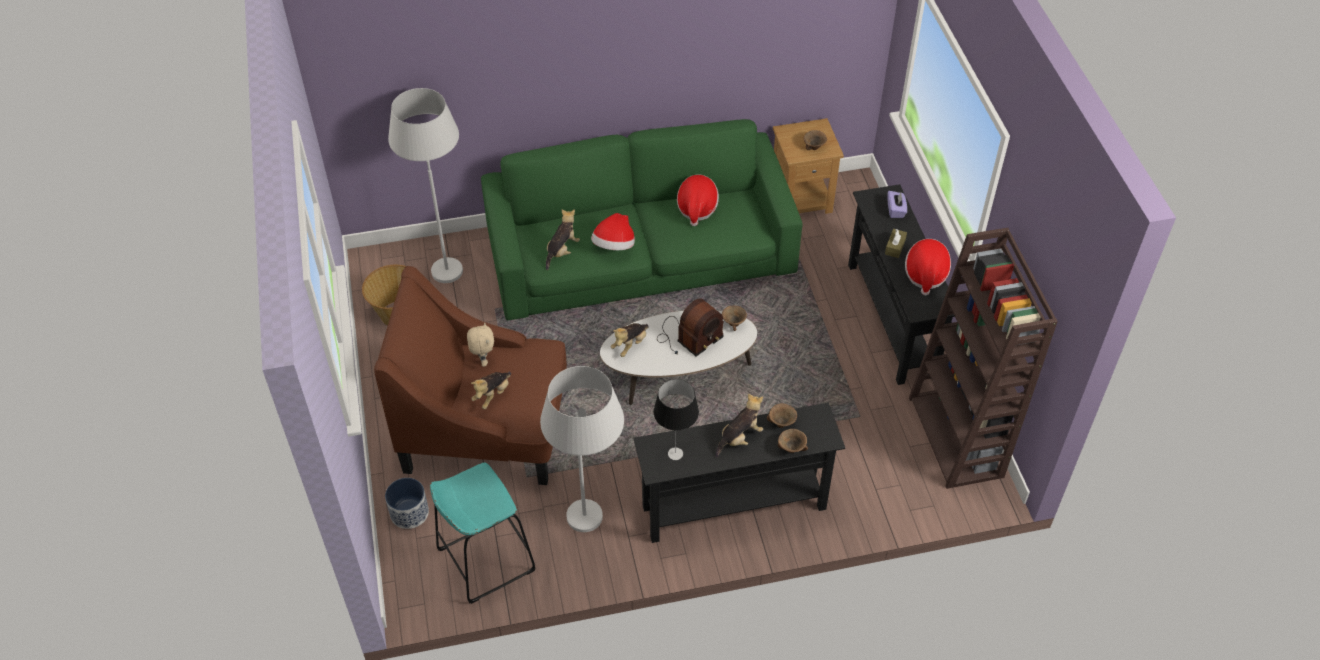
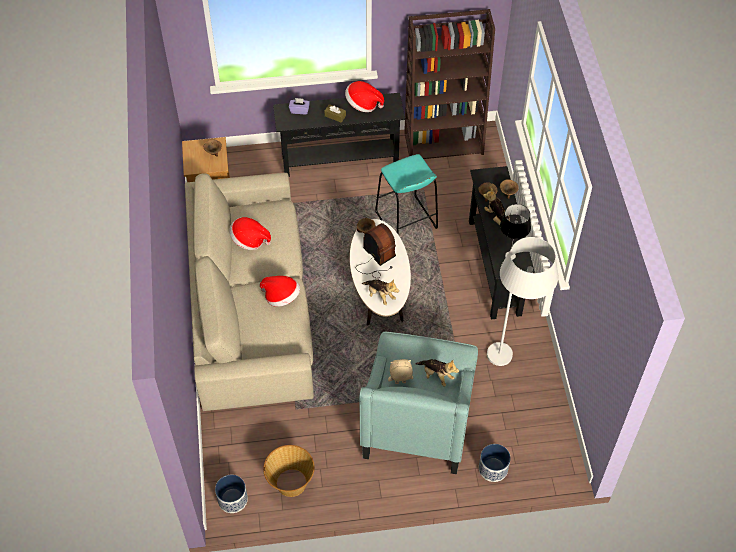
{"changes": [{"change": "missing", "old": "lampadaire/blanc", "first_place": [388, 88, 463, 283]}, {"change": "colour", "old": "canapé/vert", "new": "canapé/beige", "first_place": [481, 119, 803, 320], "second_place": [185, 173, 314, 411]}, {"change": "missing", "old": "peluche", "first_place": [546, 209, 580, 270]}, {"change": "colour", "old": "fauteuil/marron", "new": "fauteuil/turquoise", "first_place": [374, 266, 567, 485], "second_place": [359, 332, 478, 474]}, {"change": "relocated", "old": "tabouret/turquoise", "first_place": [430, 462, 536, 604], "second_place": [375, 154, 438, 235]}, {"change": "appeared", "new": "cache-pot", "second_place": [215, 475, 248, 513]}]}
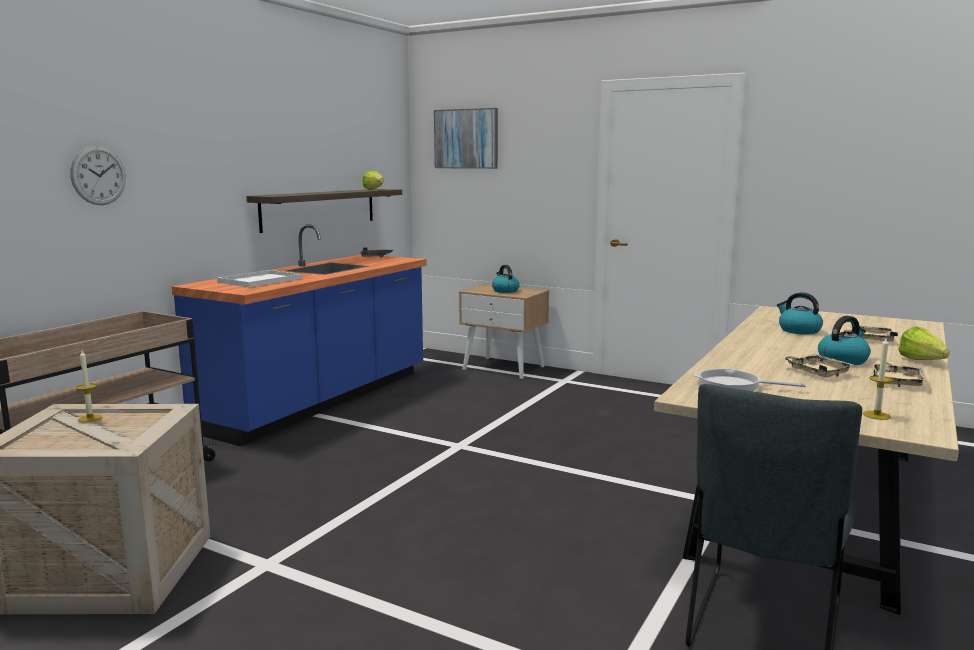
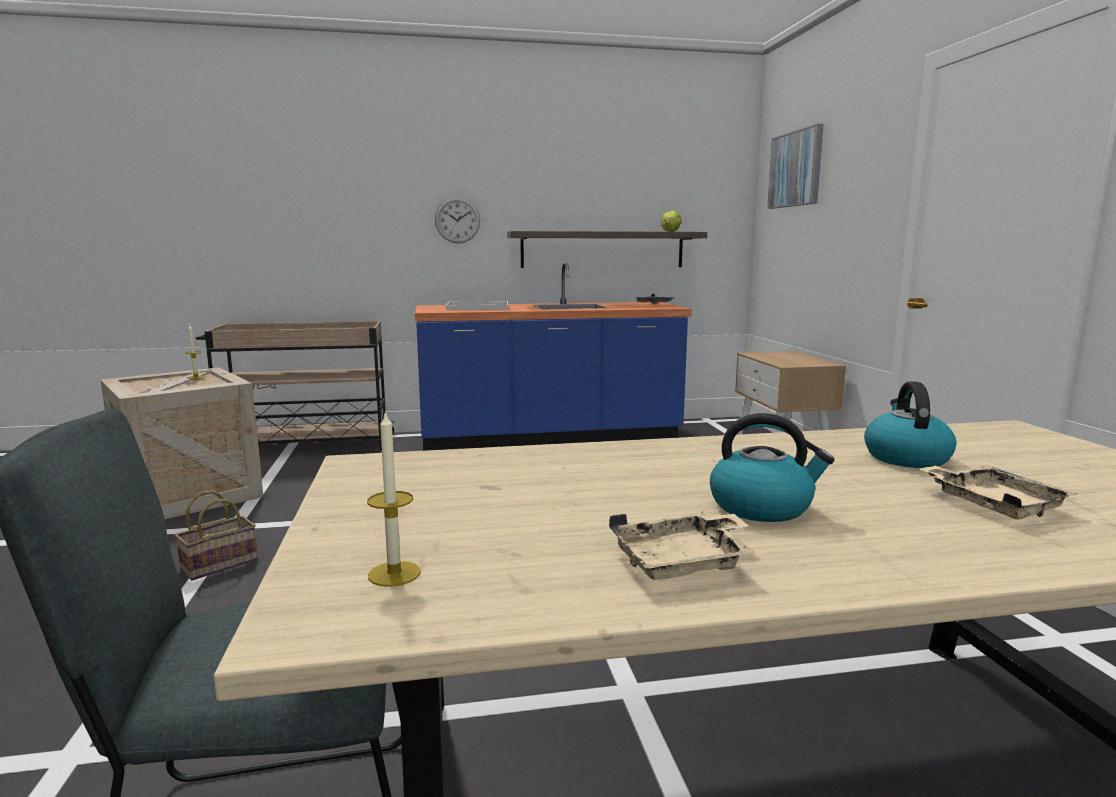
{"changes": [{"change": "relocated", "old": "horloge murale", "first_place": [70, 146, 126, 205], "second_place": [435, 197, 480, 244]}, {"change": "missing", "old": "bouilloire", "first_place": [492, 265, 520, 293]}, {"change": "missing", "old": "laitue", "first_place": [898, 326, 950, 360]}, {"change": "missing", "old": "plateau/beige", "first_place": [780, 354, 854, 378]}, {"change": "missing", "old": "poêle", "first_place": [694, 368, 806, 391]}, {"change": "appeared", "new": "panier", "second_place": [174, 490, 258, 580]}]}
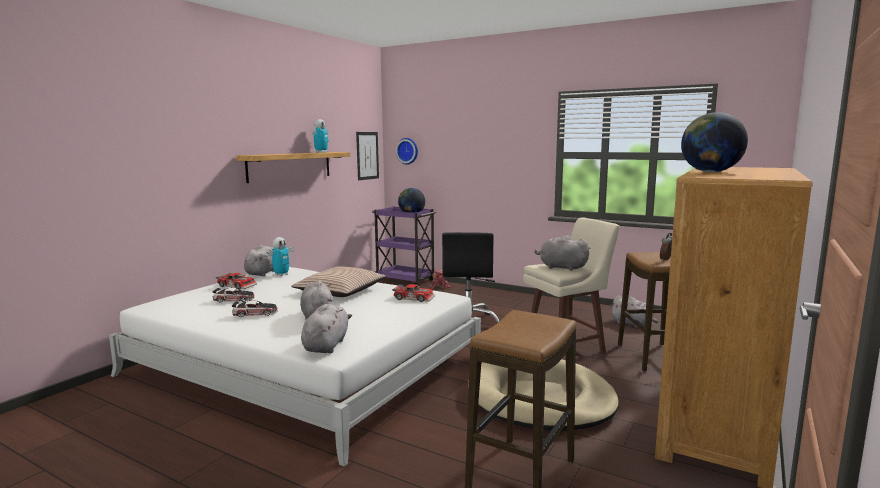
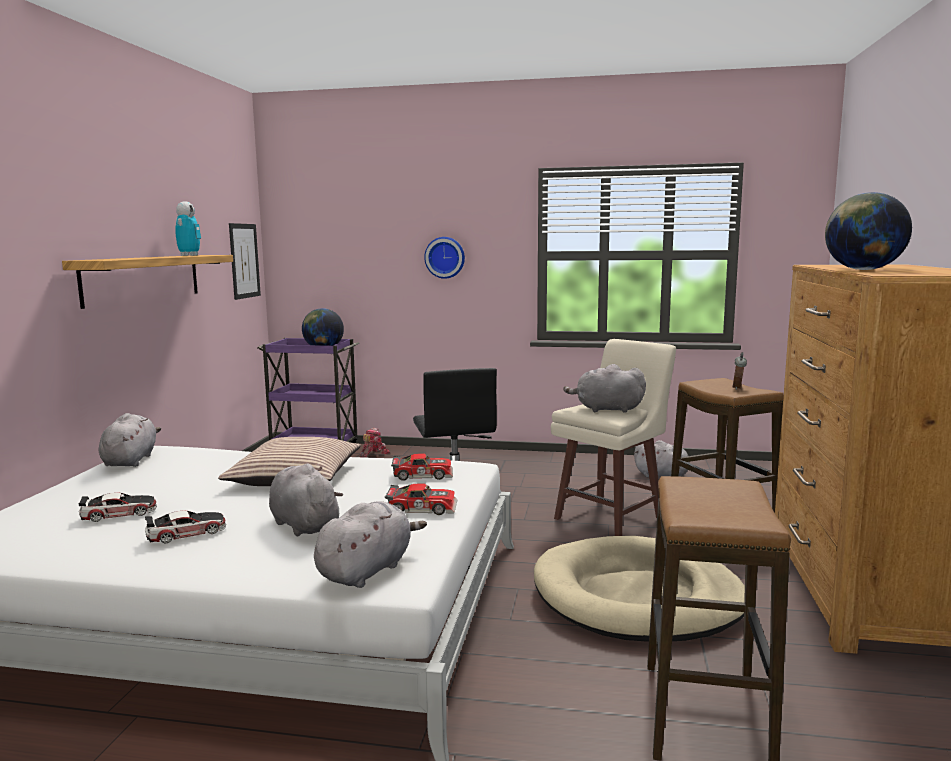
{"changes": [{"change": "relocated", "old": "horloge murale", "first_place": [396, 138, 418, 165], "second_place": [424, 237, 465, 279]}, {"change": "missing", "old": "robot jouet", "first_place": [265, 237, 294, 276]}, {"change": "relocated", "old": "petite voiture", "first_place": [216, 273, 257, 289], "second_place": [385, 483, 457, 515]}, {"change": "spun", "old": "peluche/gris", "first_place": [301, 304, 352, 353], "second_place": [314, 501, 427, 588], "degrees": 45}]}
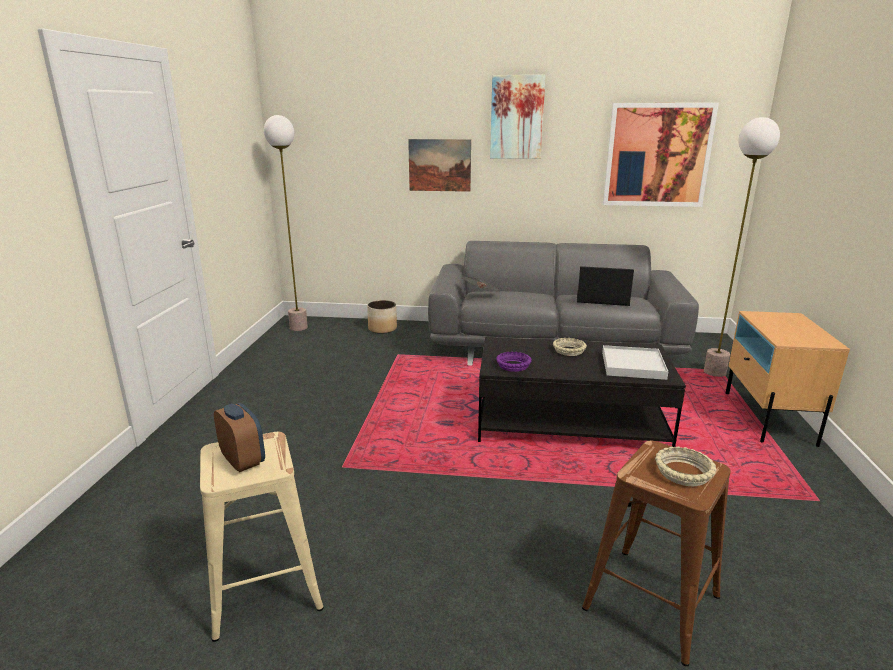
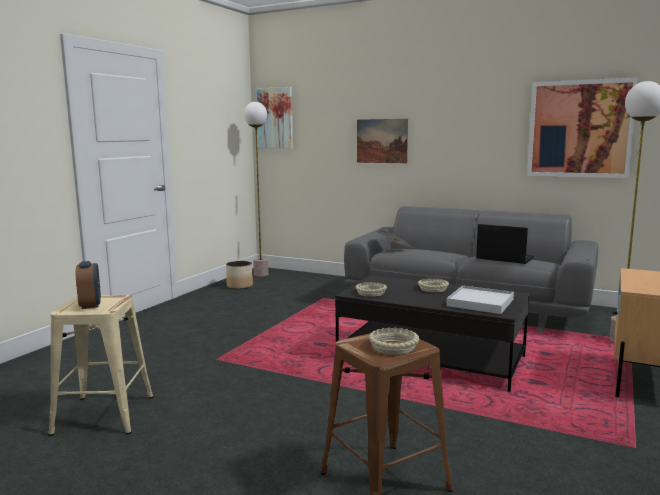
{"changes": [{"change": "relocated", "old": "tableau", "first_place": [490, 75, 546, 159], "second_place": [256, 87, 293, 149]}, {"change": "relocated", "old": "cache-pot", "first_place": [367, 300, 397, 334], "second_place": [226, 261, 253, 289]}, {"change": "colour", "old": "bol/violet", "new": "bol/beige", "first_place": [496, 352, 532, 372], "second_place": [355, 282, 387, 297]}]}
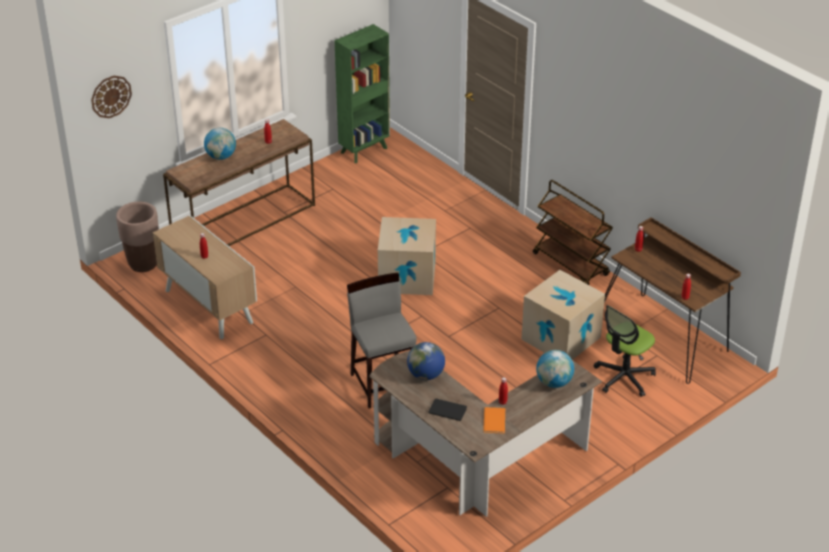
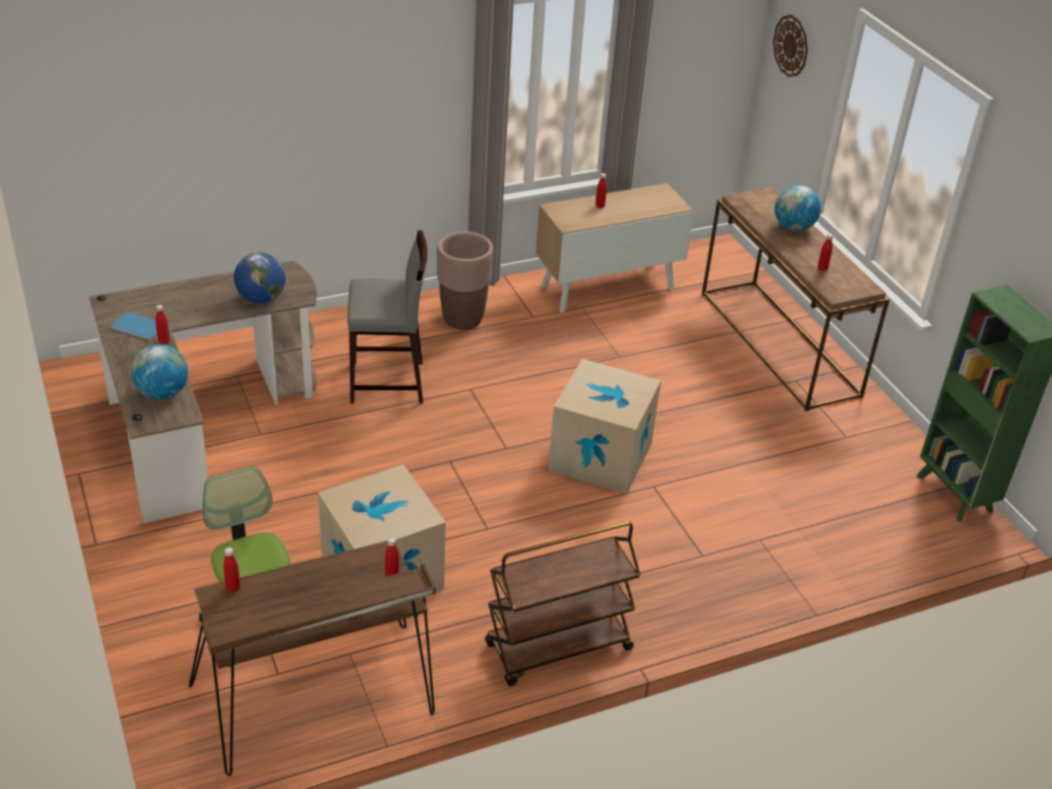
{"changes": [{"change": "relocated", "old": "cache-pot/marron", "first_place": [116, 202, 159, 272], "second_place": [437, 231, 493, 330]}, {"change": "missing", "old": "livre/noir", "first_place": [428, 399, 467, 421]}, {"change": "colour", "old": "livre/orange", "new": "livre/bleu", "first_place": [483, 407, 505, 434], "second_place": [111, 312, 157, 340]}]}
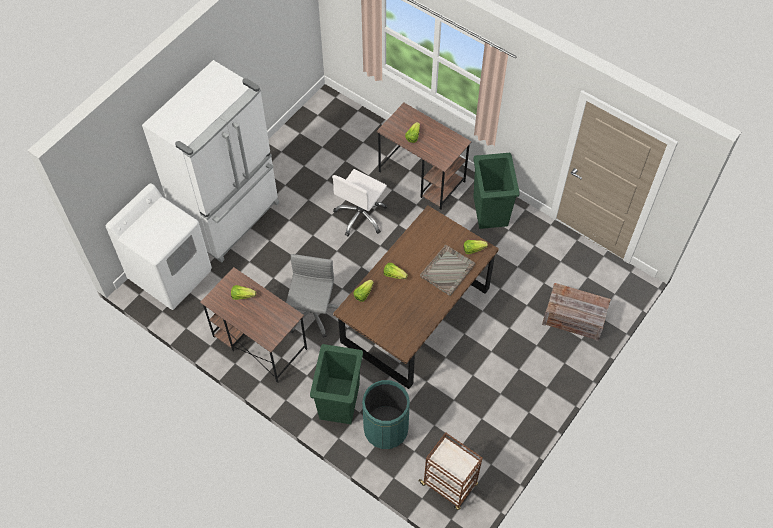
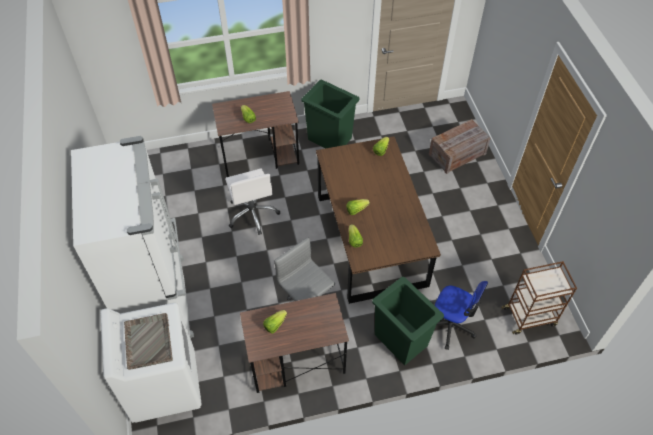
{"changes": [{"change": "relocated", "old": "plateau/gris", "first_place": [420, 245, 475, 296], "second_place": [124, 313, 173, 370]}, {"change": "exchanged", "old": "poubelle/vert", "new": "chaise de bureau", "first_place": [362, 380, 410, 449], "second_place": [435, 281, 488, 350]}]}
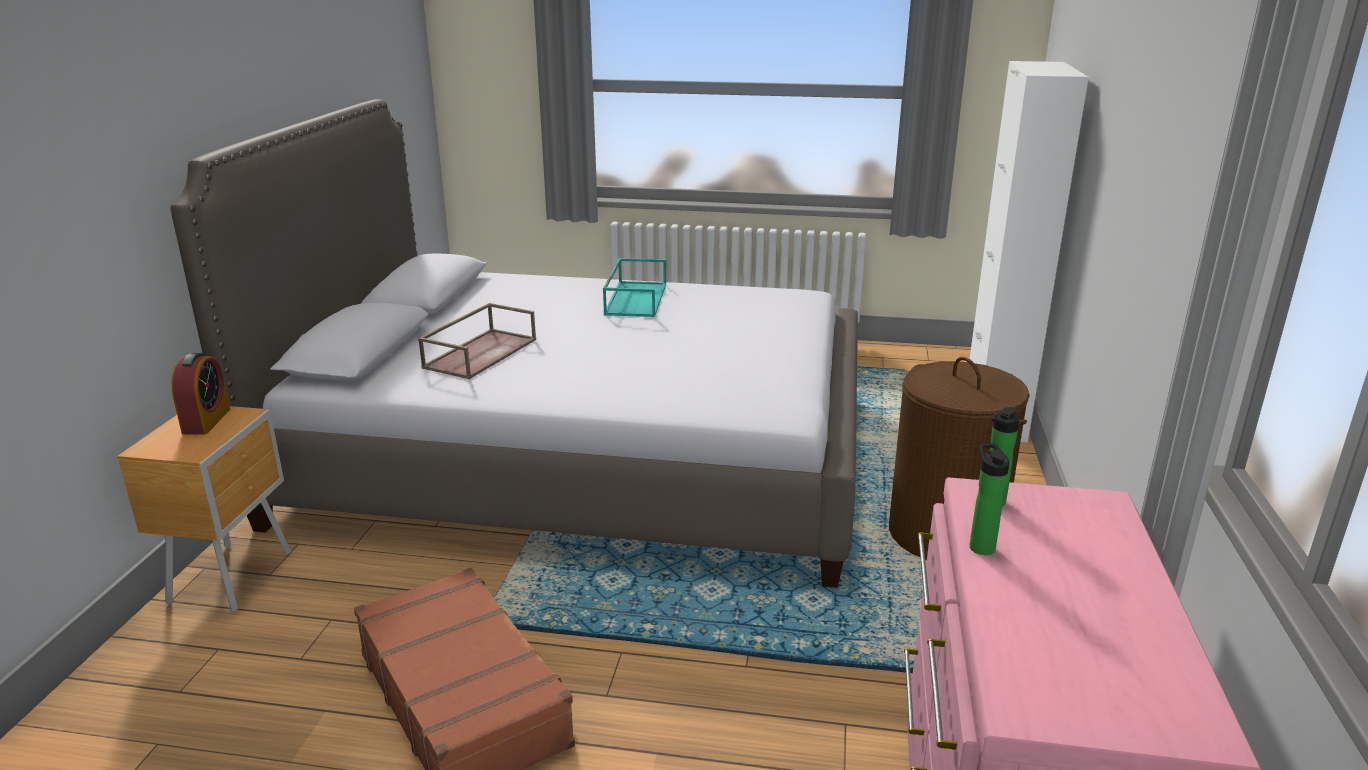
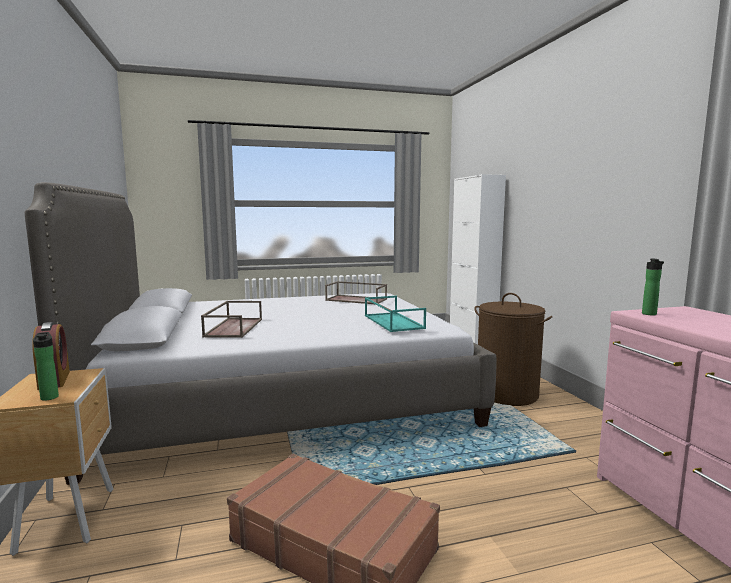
{"changes": [{"change": "relocated", "old": "plateau/turquoise", "first_place": [603, 258, 666, 317], "second_place": [365, 296, 426, 332]}, {"change": "relocated", "old": "bouteille", "first_place": [969, 444, 1010, 555], "second_place": [33, 332, 59, 401]}, {"change": "appeared", "new": "plateau/marron", "second_place": [325, 281, 387, 304]}]}
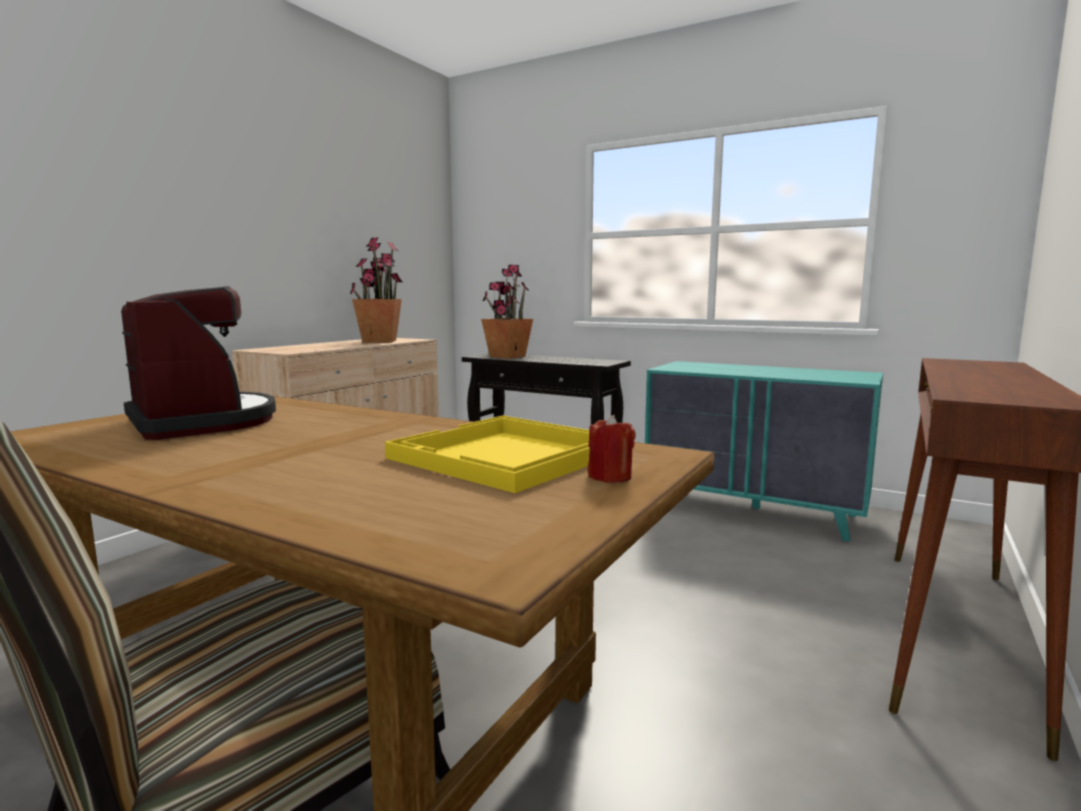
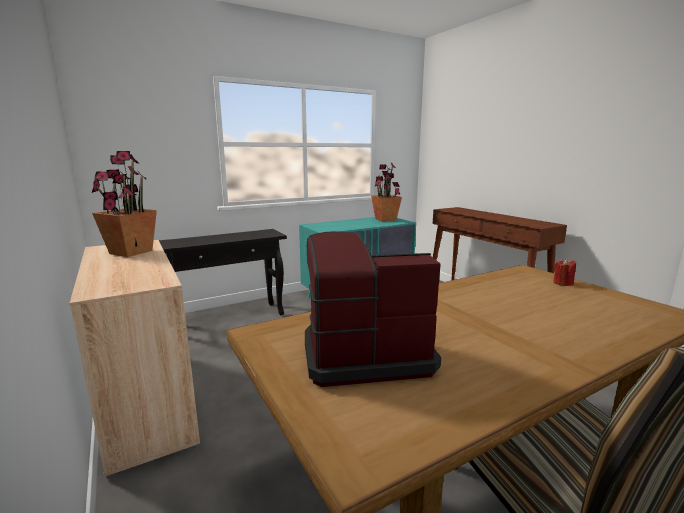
{"changes": [{"change": "relocated", "old": "plante en pot", "first_place": [481, 265, 533, 359], "second_place": [371, 163, 402, 221]}, {"change": "missing", "old": "plateau/jaune", "first_place": [385, 415, 590, 493]}]}
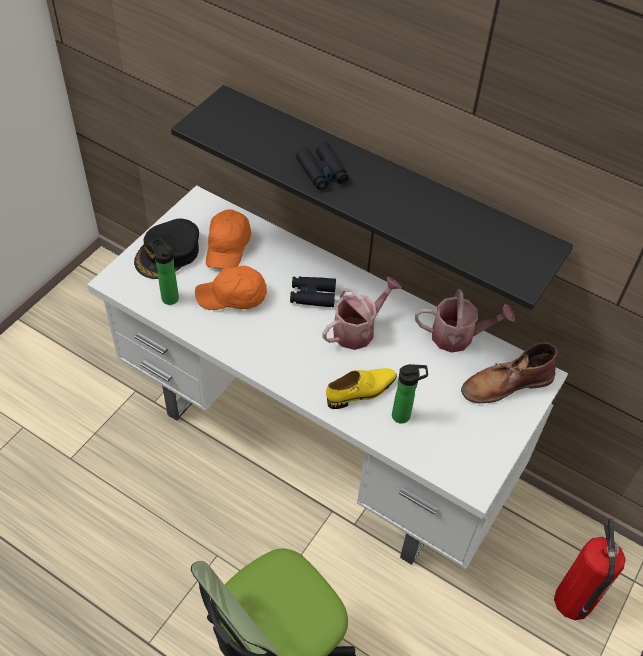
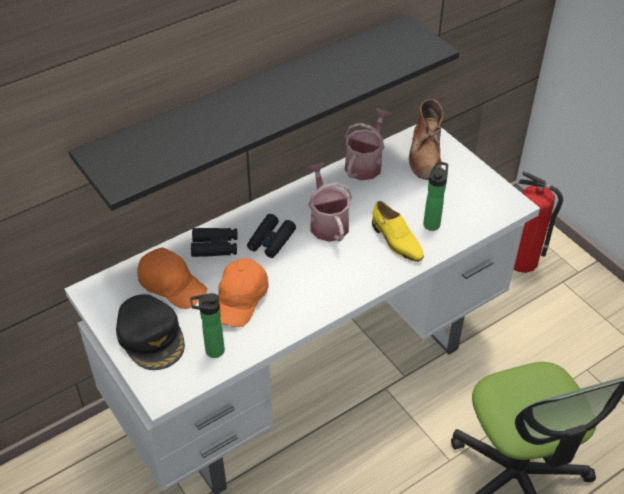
{"changes": [{"change": "relocated", "old": "jumelles/noir", "first_place": [296, 143, 349, 190], "second_place": [191, 228, 238, 257]}, {"change": "spun", "old": "chaussure/jaune", "first_place": [326, 368, 397, 409], "second_place": [372, 201, 424, 262], "degrees": 150}]}
